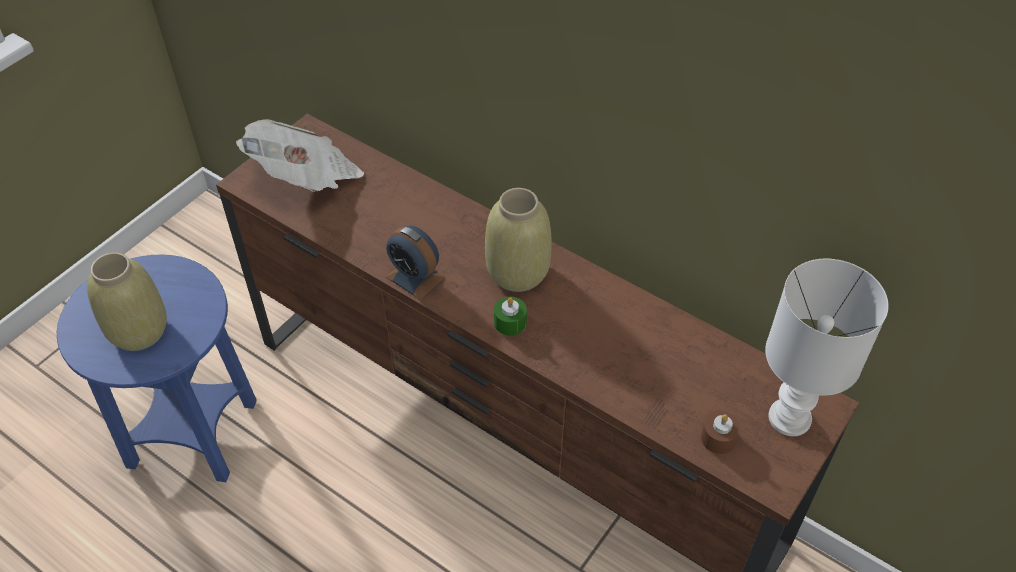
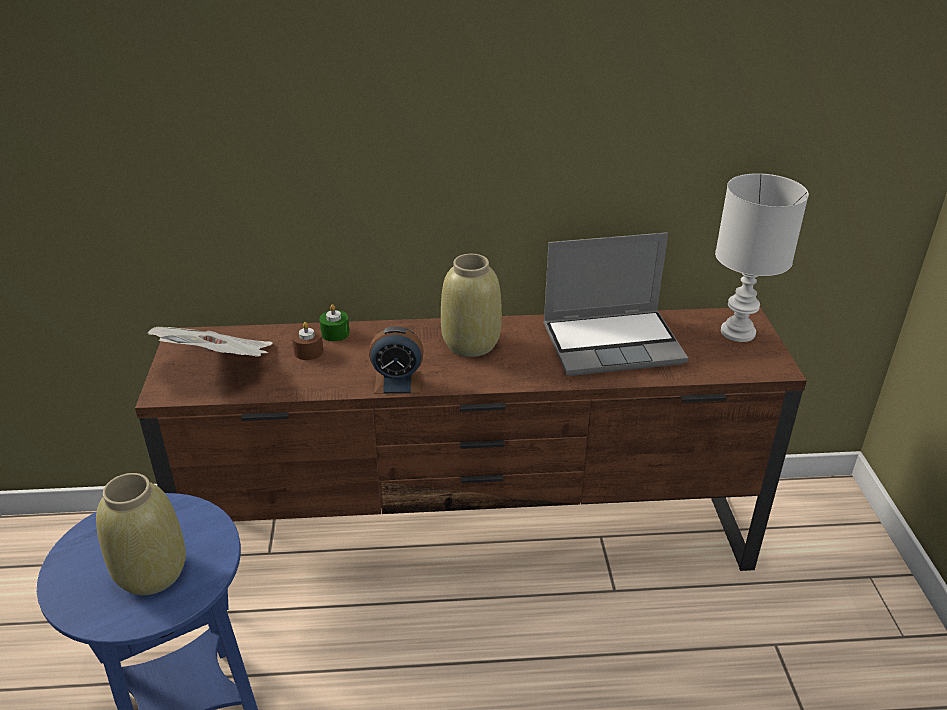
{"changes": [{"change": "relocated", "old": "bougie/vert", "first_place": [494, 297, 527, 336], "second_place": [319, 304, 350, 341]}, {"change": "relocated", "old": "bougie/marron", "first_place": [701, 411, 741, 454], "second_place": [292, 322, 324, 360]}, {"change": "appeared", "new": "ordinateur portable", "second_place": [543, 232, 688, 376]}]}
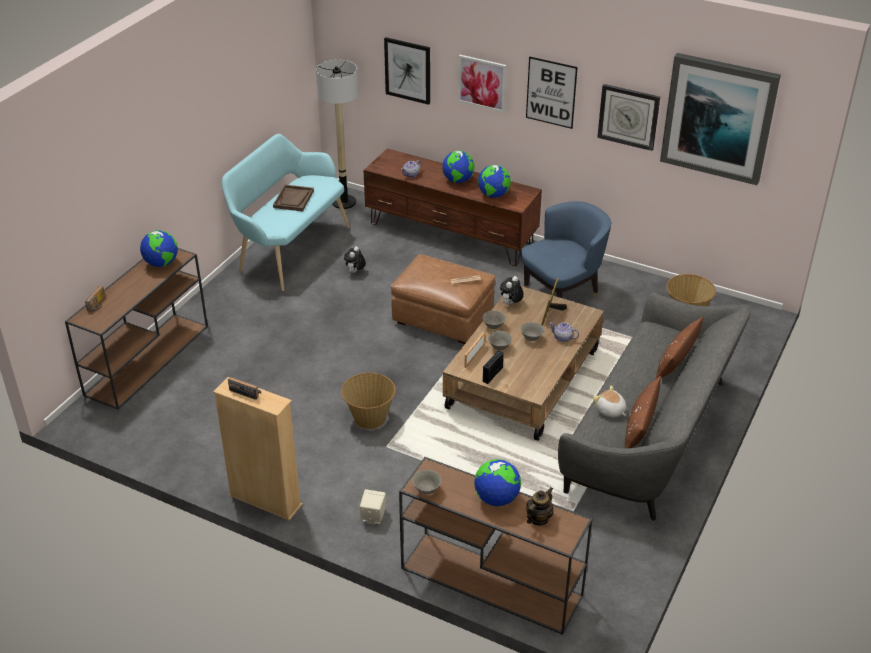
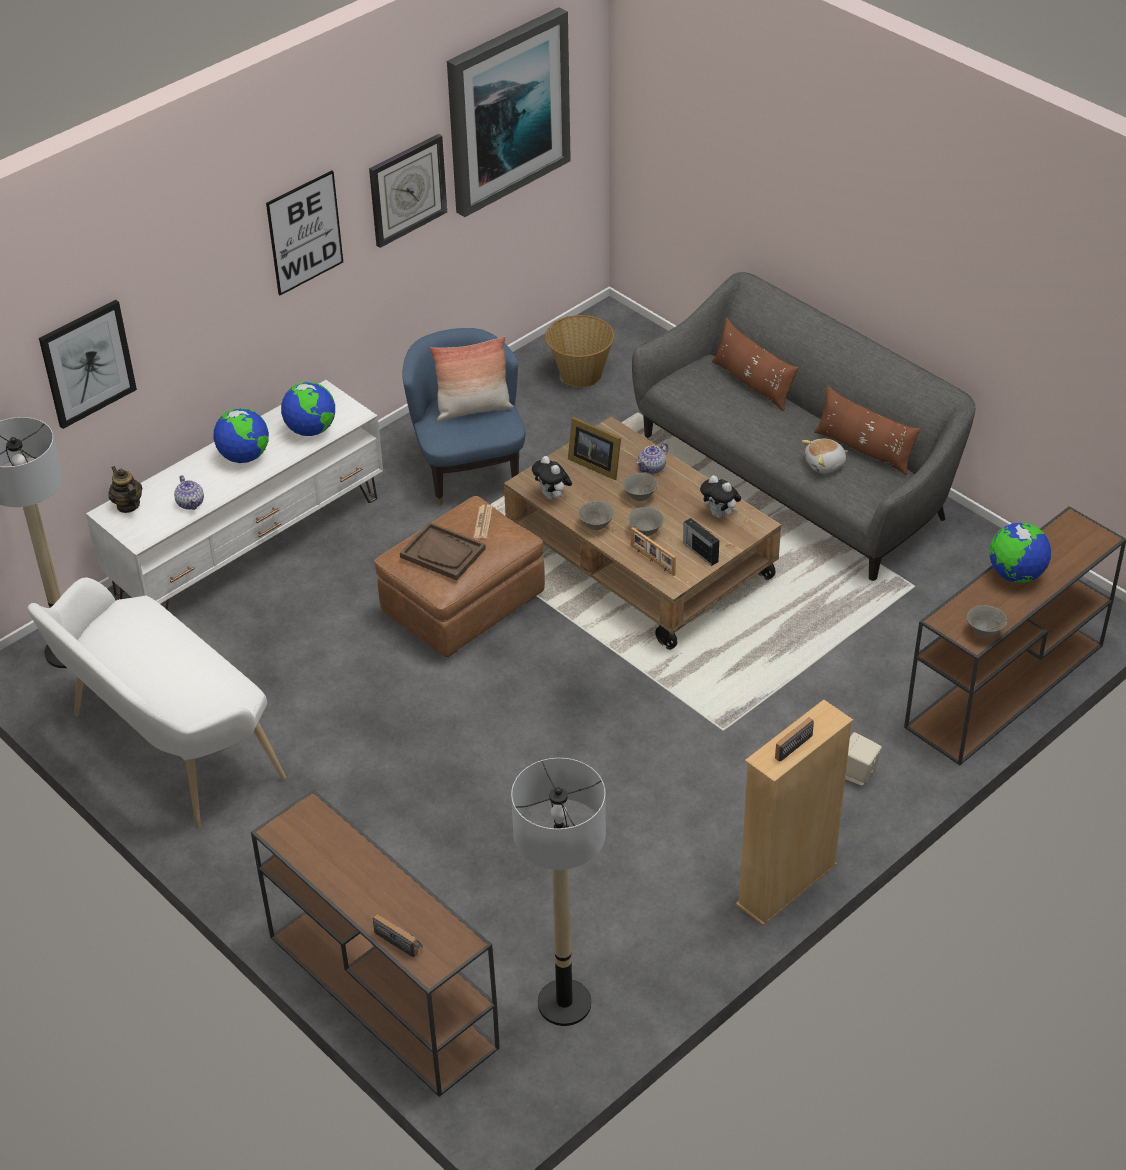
{"changes": [{"change": "missing", "old": "tableau", "first_place": [458, 55, 506, 113]}, {"change": "colour", "old": "banc/turquoise", "new": "banc/blanc", "first_place": [222, 134, 350, 291], "second_place": [27, 578, 286, 829]}, {"change": "colour", "old": "meuble télé/marron", "new": "meuble télé/blanc", "first_place": [363, 148, 542, 266], "second_place": [86, 380, 383, 610]}, {"change": "relocated", "old": "plateau/marron", "first_place": [273, 185, 314, 211], "second_place": [400, 522, 486, 581]}, {"change": "missing", "old": "globe", "first_place": [140, 230, 178, 267]}, {"change": "relocated", "old": "peluche", "first_place": [344, 246, 366, 273], "second_place": [700, 475, 741, 519]}, {"change": "missing", "old": "panier", "first_place": [341, 373, 396, 429]}, {"change": "relocated", "old": "théière", "first_place": [526, 487, 554, 526], "second_place": [108, 466, 142, 513]}, {"change": "appeared", "new": "coussin", "second_place": [430, 337, 513, 421]}, {"change": "appeared", "new": "lampadaire", "second_place": [511, 758, 606, 1026]}]}
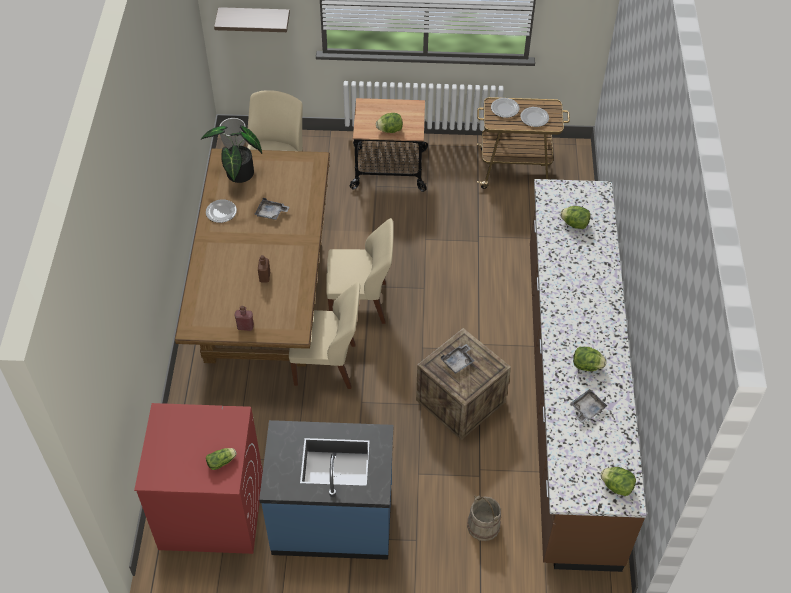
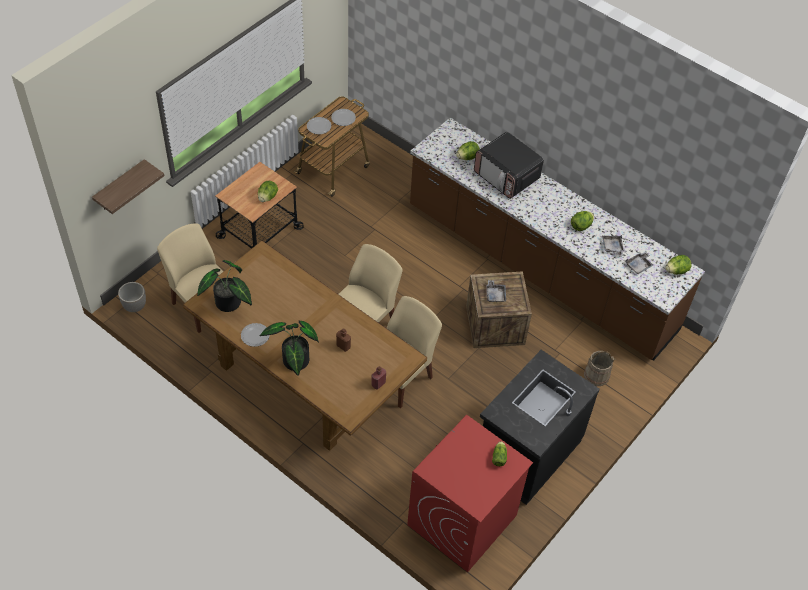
{"changes": [{"change": "relocated", "old": "plateau/gris", "first_place": [254, 198, 289, 220], "second_place": [625, 252, 653, 274]}, {"change": "colour", "old": "comptoir de cuisine/bleu", "new": "comptoir de cuisine/noir", "first_place": [259, 420, 393, 560], "second_place": [480, 350, 599, 505]}, {"change": "appeared", "new": "micro-ondes", "second_place": [474, 132, 544, 199]}, {"change": "appeared", "new": "plante en pot", "second_place": [260, 321, 319, 376]}]}
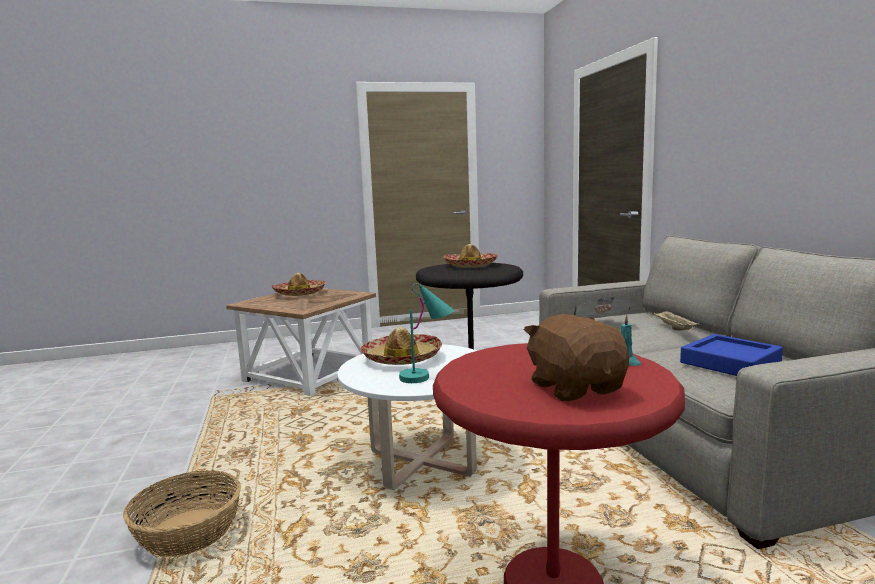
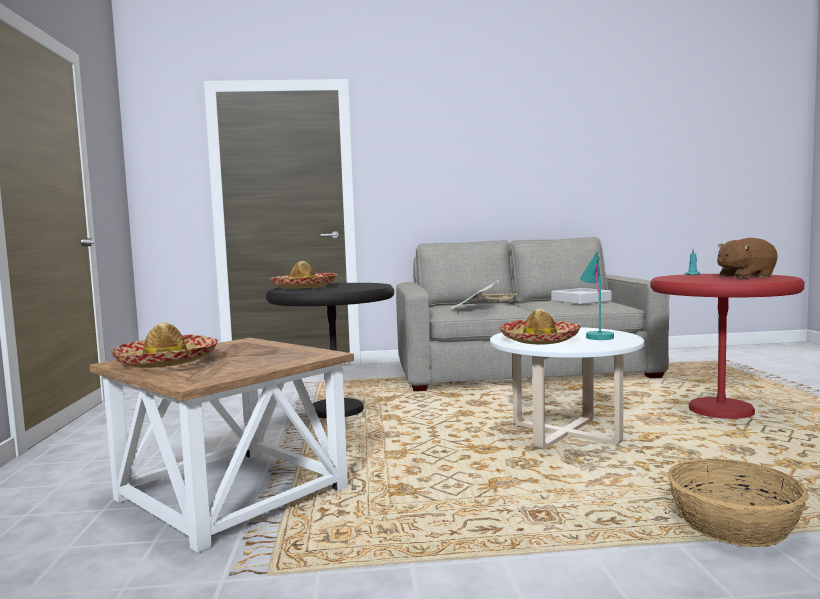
{"changes": [{"change": "colour", "old": "plateau/bleu", "new": "plateau/gris", "first_place": [680, 334, 783, 376], "second_place": [551, 288, 612, 304]}]}
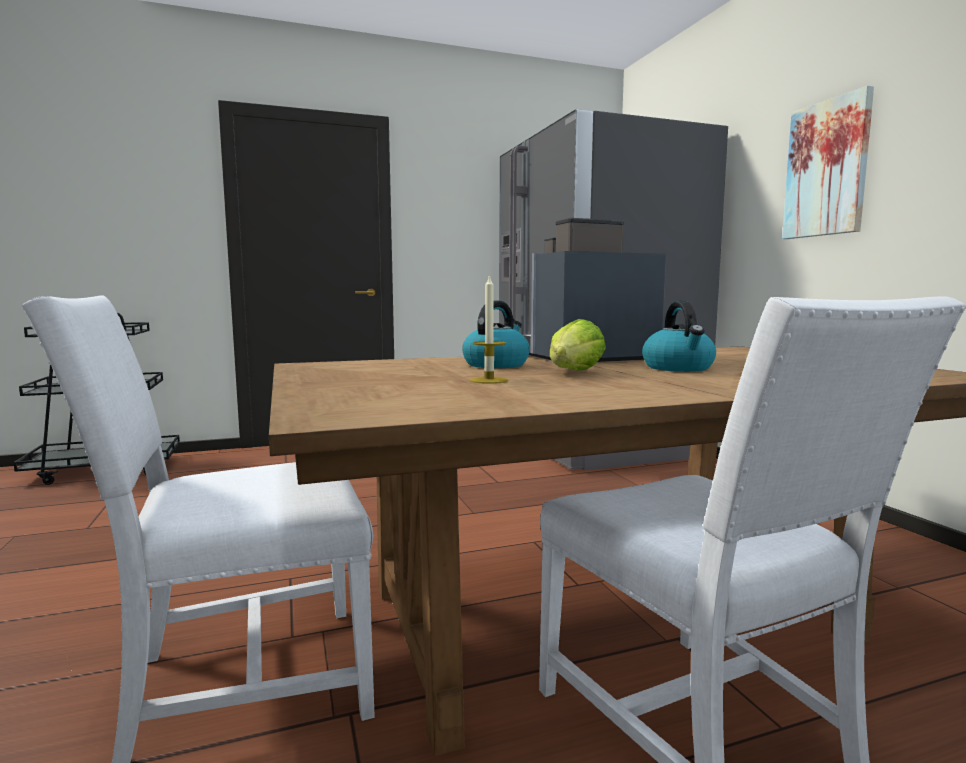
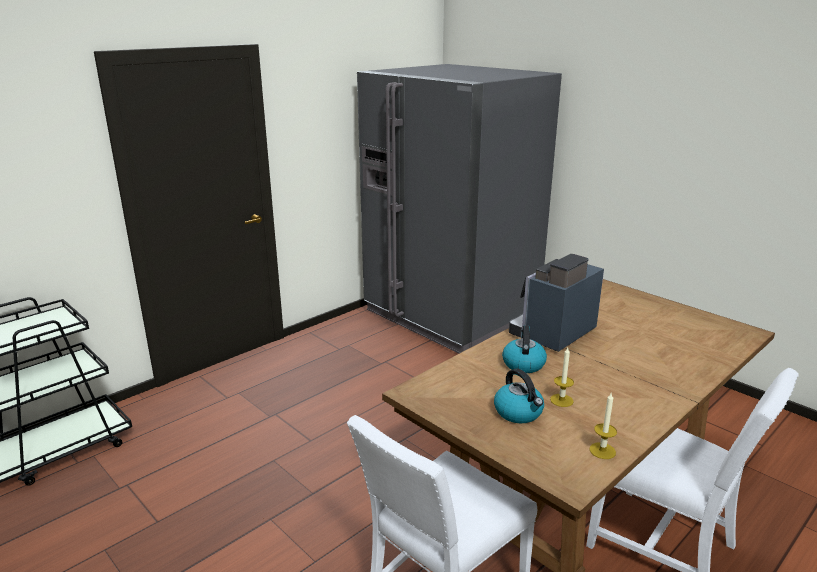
{"changes": [{"change": "missing", "old": "tableau", "first_place": [782, 86, 874, 239]}, {"change": "relocated", "old": "bouilloire", "first_place": [642, 301, 716, 372], "second_place": [494, 368, 544, 423]}, {"change": "missing", "old": "laitue", "first_place": [550, 319, 606, 371]}, {"change": "appeared", "new": "bougie", "second_place": [589, 393, 617, 459]}]}
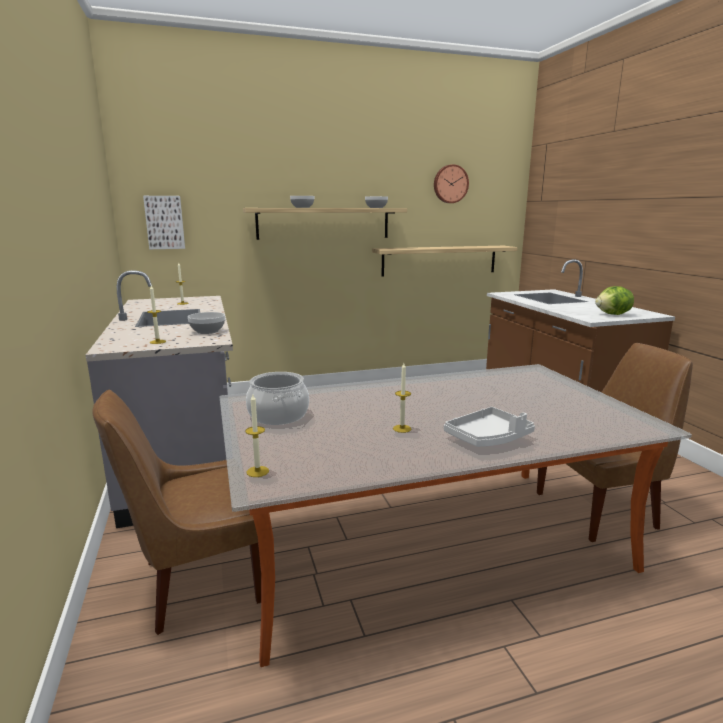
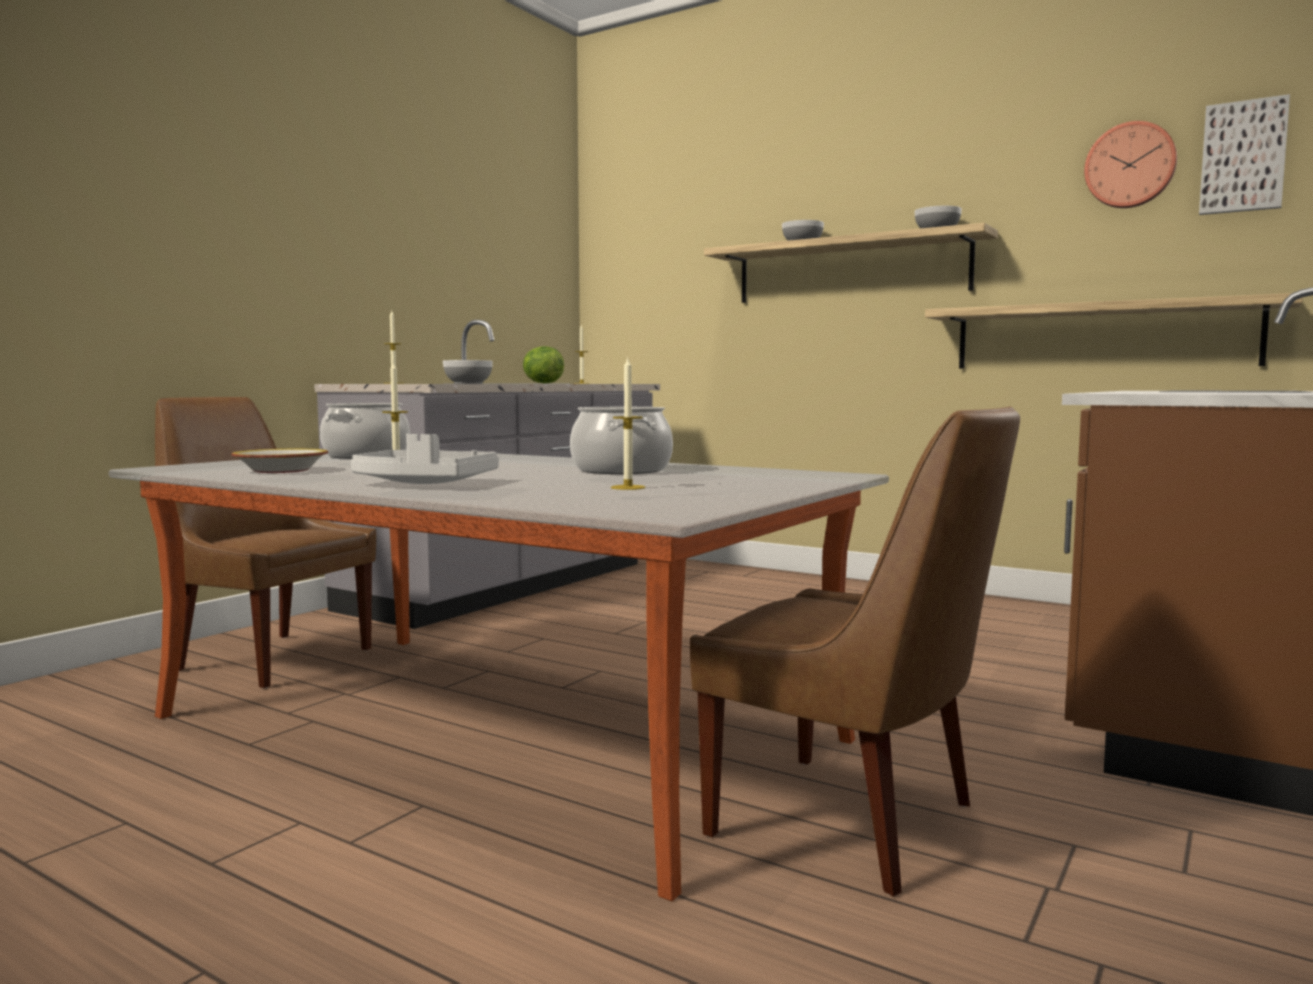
{"changes": [{"change": "relocated", "old": "tableau", "first_place": [143, 196, 185, 249], "second_place": [1199, 94, 1290, 215]}, {"change": "relocated", "old": "laitue", "first_place": [595, 286, 634, 315], "second_place": [523, 346, 564, 384]}, {"change": "relocated", "old": "bougie", "first_place": [245, 395, 269, 477], "second_place": [611, 358, 646, 490]}, {"change": "appeared", "new": "marmite", "second_place": [570, 407, 673, 474]}, {"change": "appeared", "new": "bol", "second_place": [232, 449, 328, 473]}]}
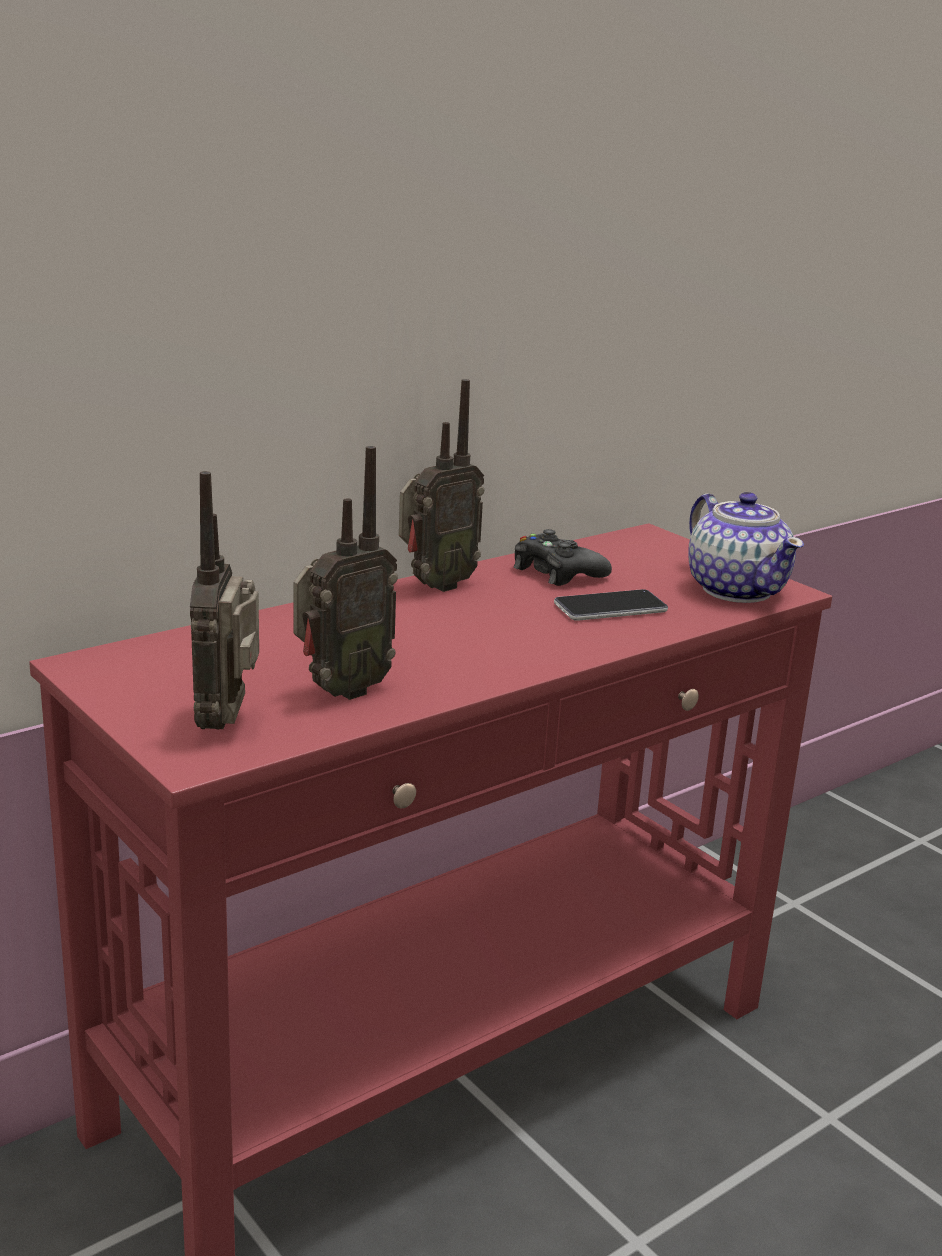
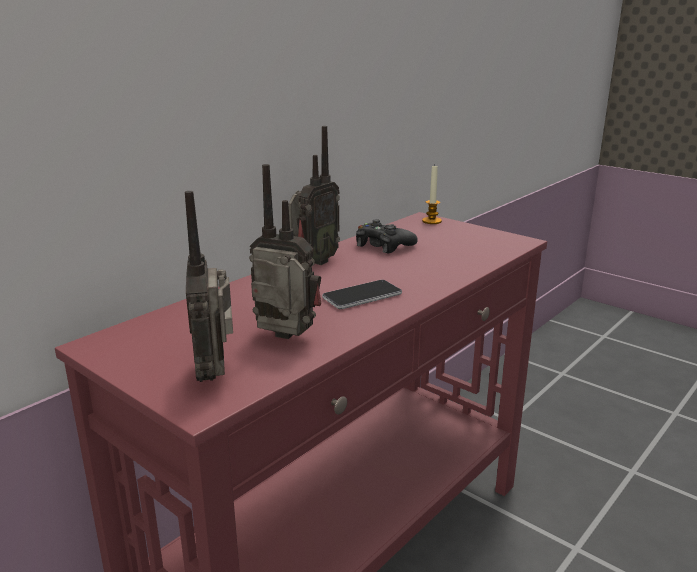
{"changes": [{"change": "spun", "old": "radio", "first_place": [293, 446, 398, 700], "second_place": [249, 164, 321, 339], "degrees": -105}, {"change": "missing", "old": "théière", "first_place": [688, 492, 804, 603]}, {"change": "relocated", "old": "téléphone", "first_place": [554, 589, 668, 621], "second_place": [322, 280, 402, 309]}, {"change": "appeared", "new": "bougie", "second_place": [422, 165, 442, 224]}]}
